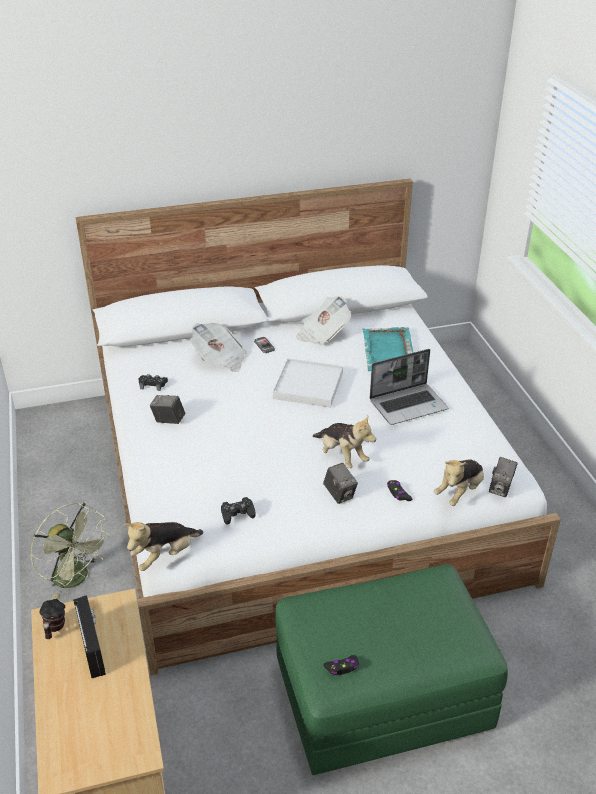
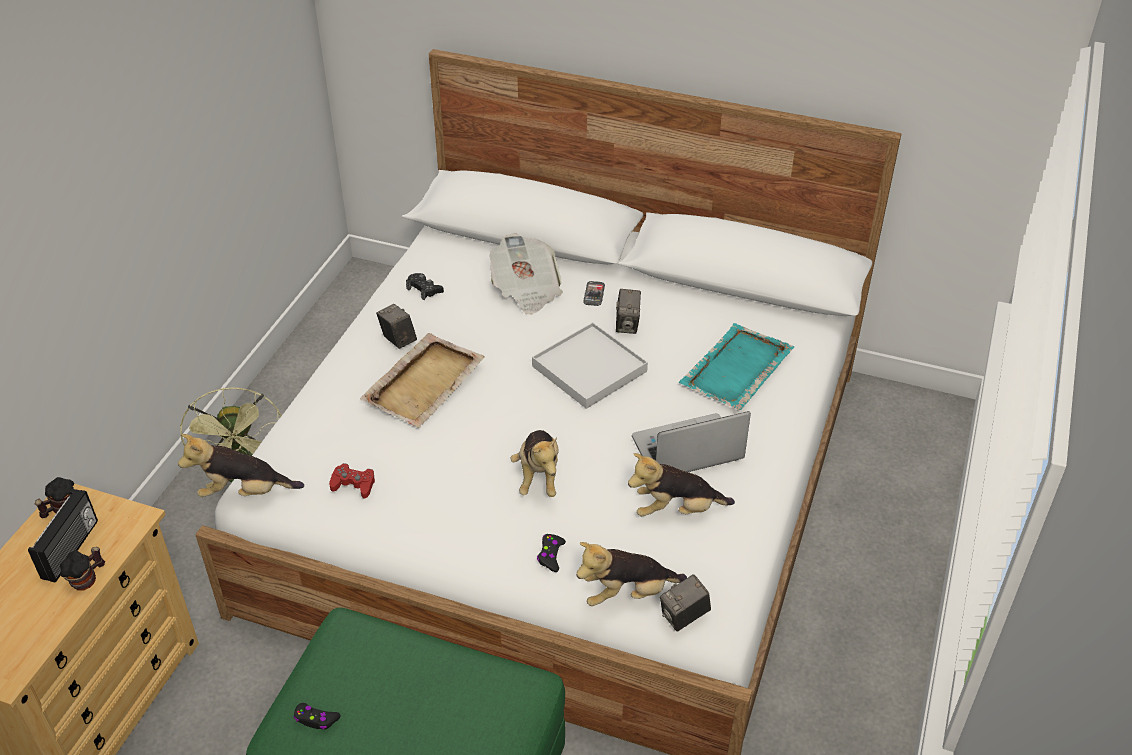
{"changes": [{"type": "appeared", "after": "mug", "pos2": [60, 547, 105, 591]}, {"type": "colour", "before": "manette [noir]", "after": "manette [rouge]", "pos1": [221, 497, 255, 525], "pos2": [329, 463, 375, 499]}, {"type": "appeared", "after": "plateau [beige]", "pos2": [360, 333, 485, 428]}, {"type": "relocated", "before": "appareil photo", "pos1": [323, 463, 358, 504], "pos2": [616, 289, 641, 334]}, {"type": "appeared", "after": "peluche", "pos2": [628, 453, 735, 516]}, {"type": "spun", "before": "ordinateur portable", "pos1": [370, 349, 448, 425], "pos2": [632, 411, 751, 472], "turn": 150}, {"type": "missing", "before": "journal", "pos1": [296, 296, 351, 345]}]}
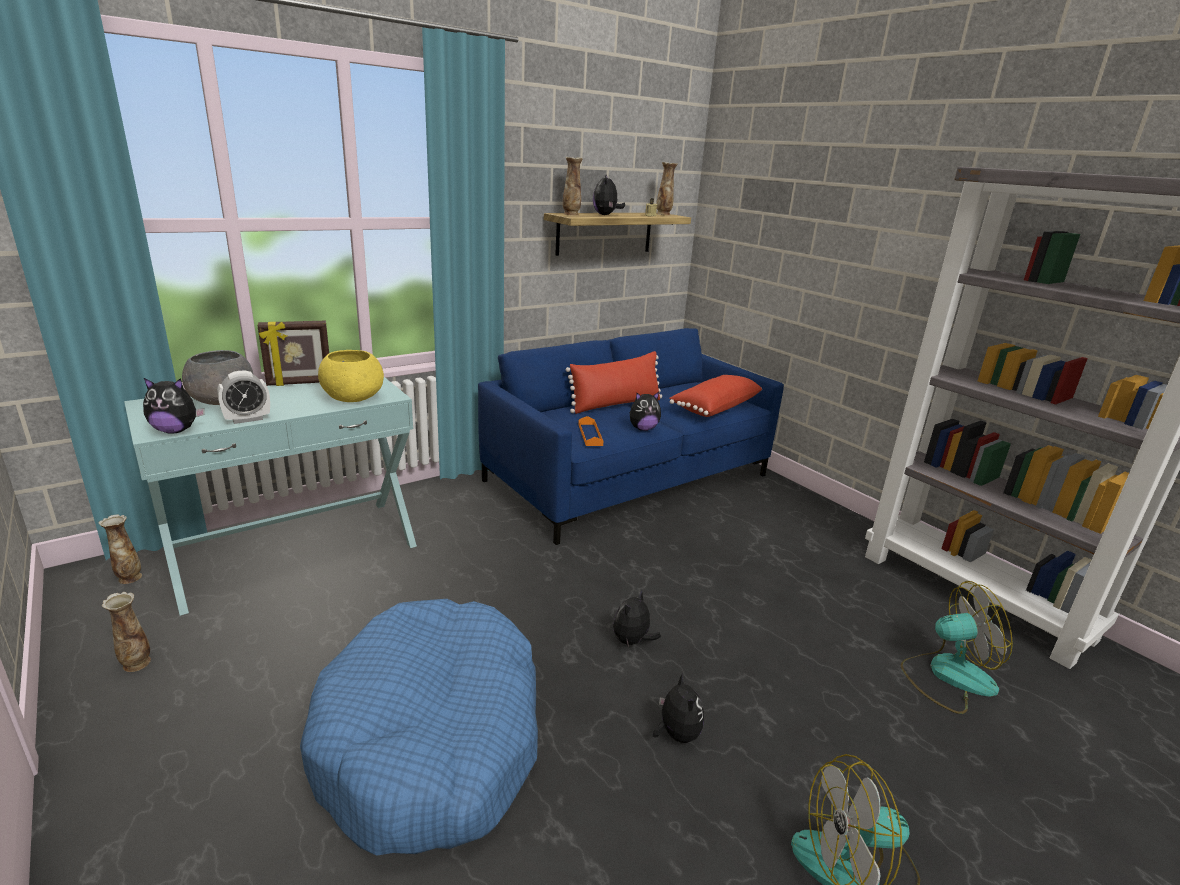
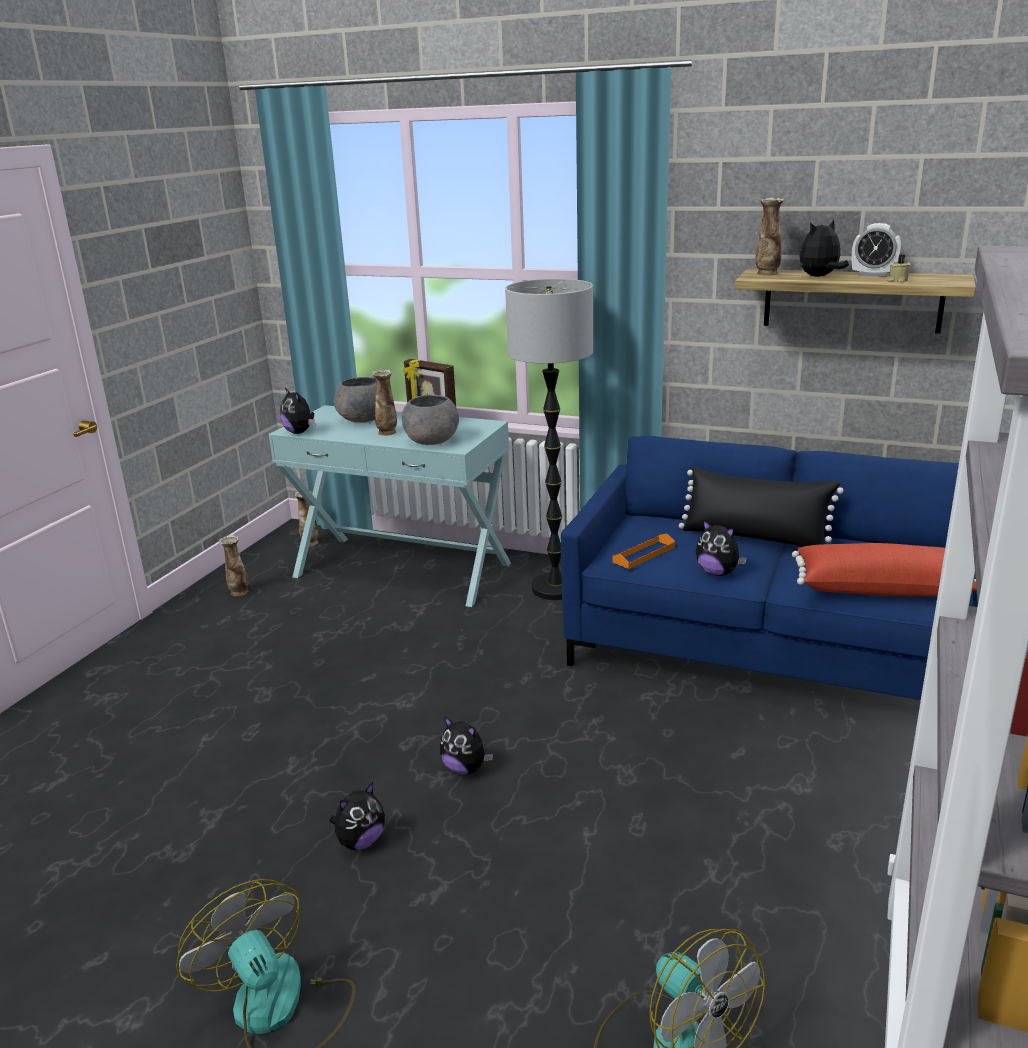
{"changes": [{"type": "relocated", "before": "vase", "pos1": [656, 162, 678, 215], "pos2": [372, 370, 397, 436]}, {"type": "colour", "before": "bol [jaune]", "after": "bol [gris]", "pos1": [318, 350, 384, 402], "pos2": [402, 395, 459, 445]}, {"type": "spun", "before": "peluche", "pos1": [613, 590, 661, 647], "pos2": [440, 716, 493, 775], "turn": -150}, {"type": "appeared", "after": "lampadaire", "pos2": [505, 279, 593, 600]}, {"type": "colour", "before": "coussin [rouge]", "after": "coussin [noir]", "pos1": [566, 351, 662, 414], "pos2": [678, 466, 844, 547]}, {"type": "relocated", "before": "réveil", "pos1": [217, 370, 270, 424], "pos2": [852, 223, 901, 277]}, {"type": "missing", "before": "panier pour chien [bleu]", "pos1": [300, 599, 538, 856]}]}
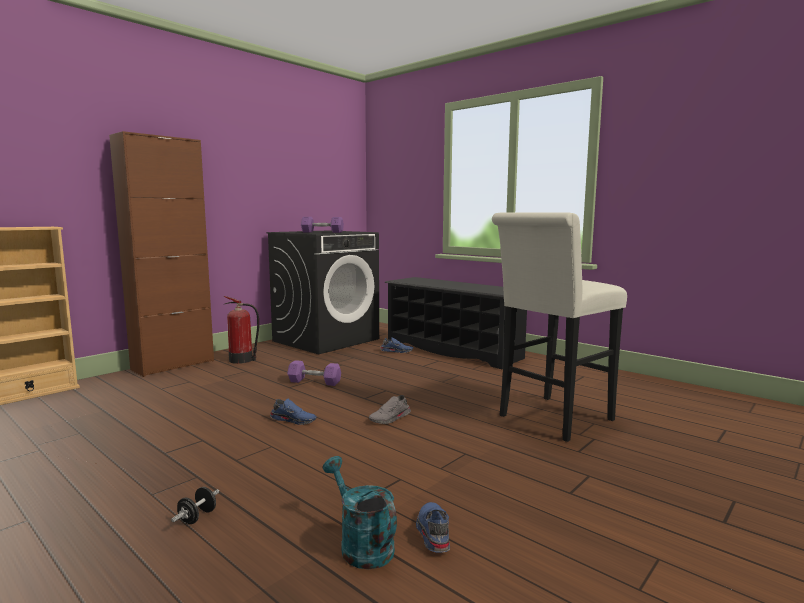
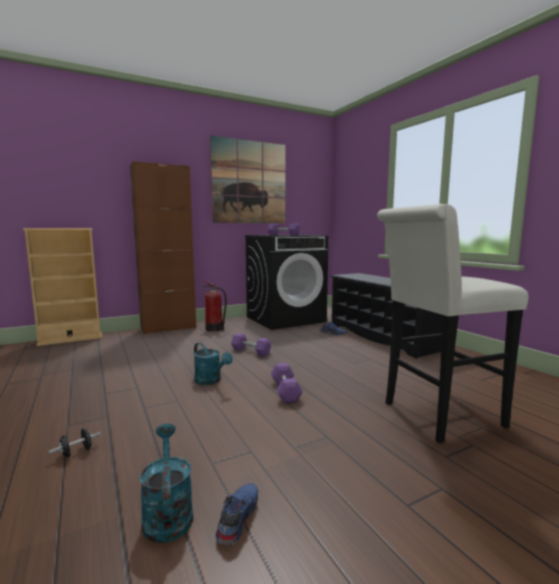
{"changes": [{"type": "exchanged", "before": "chaussure [bleu]", "after": "arrosoir [turquoise]", "pos1": [270, 399, 317, 425], "pos2": [194, 343, 233, 385]}, {"type": "appeared", "after": "tableau", "pos2": [210, 135, 286, 223]}, {"type": "exchanged", "before": "chaussure [gris]", "after": "haltère [violet]", "pos1": [369, 395, 411, 424], "pos2": [271, 363, 303, 403]}]}
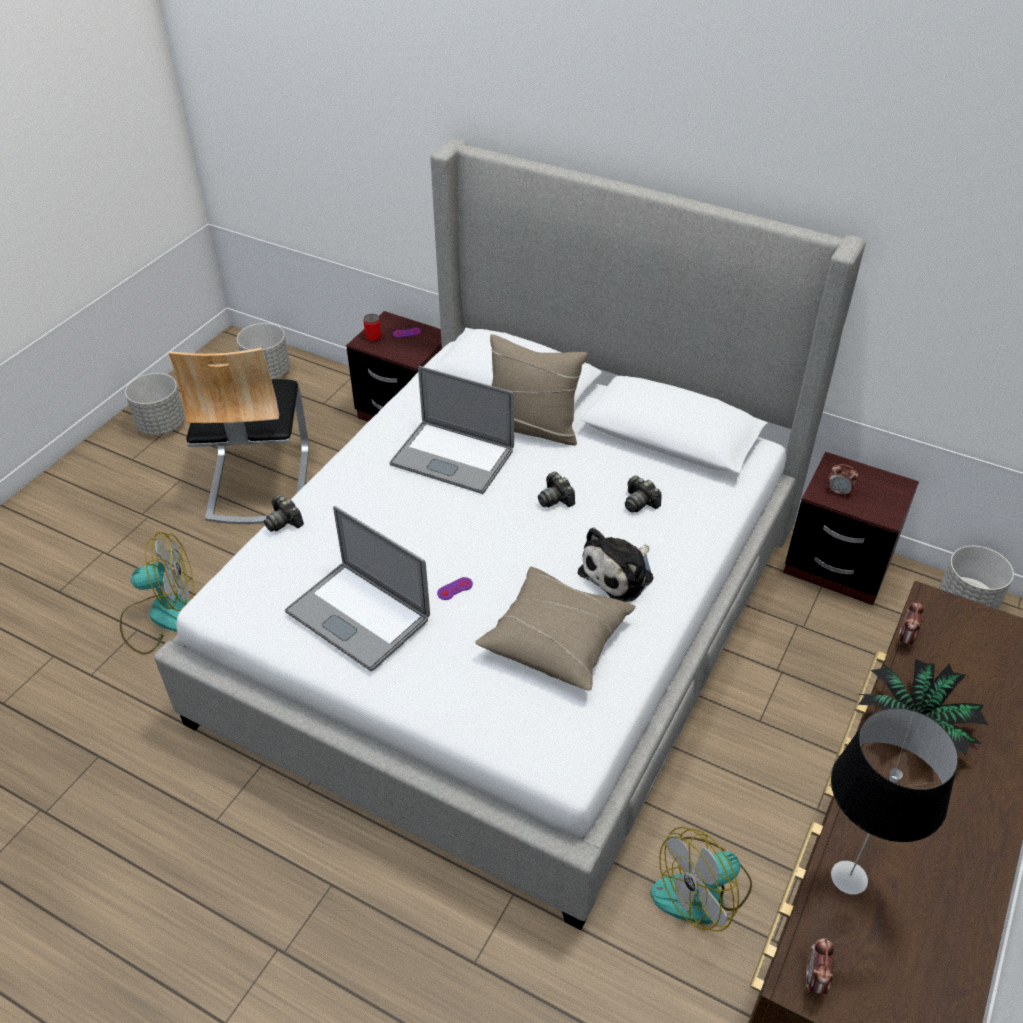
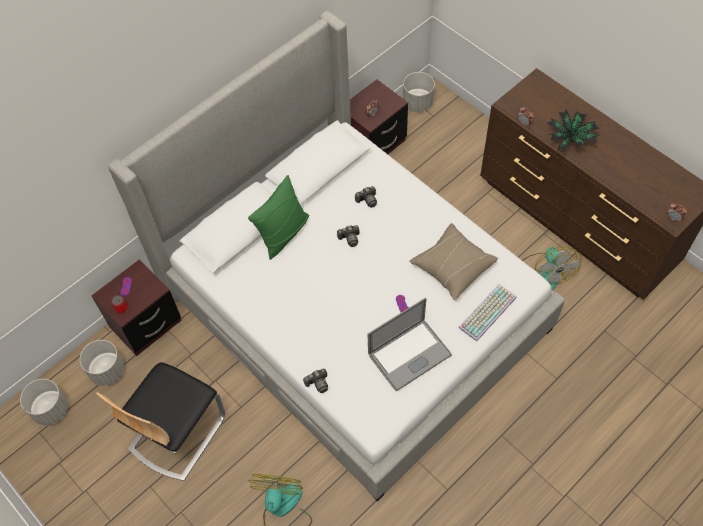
{"changes": [{"type": "relocated", "before": "cache-pot [gris]", "pos1": [125, 373, 185, 435], "pos2": [80, 340, 124, 386]}, {"type": "spun", "before": "chaise", "pos1": [169, 348, 309, 524], "pos2": [96, 362, 225, 481], "turn": 105}, {"type": "colour", "before": "coussin [beige]", "after": "coussin [vert]", "pos1": [490, 334, 588, 445], "pos2": [248, 175, 309, 260]}, {"type": "appeared", "after": "clavier", "pos2": [459, 284, 517, 341]}, {"type": "missing", "before": "ordinateur portable", "pos1": [390, 366, 514, 494]}, {"type": "missing", "before": "peluche", "pos1": [578, 528, 653, 602]}, {"type": "missing", "before": "lampe de table", "pos1": [831, 708, 958, 895]}]}
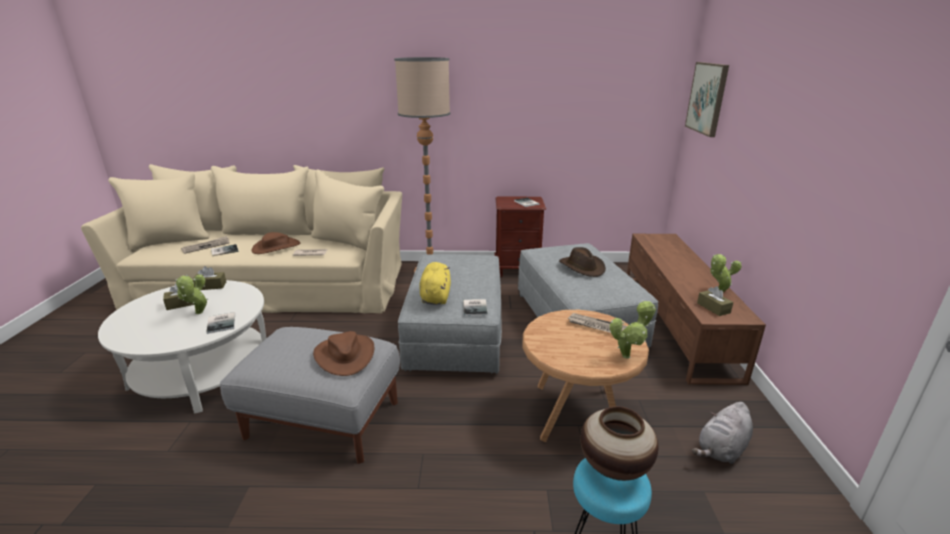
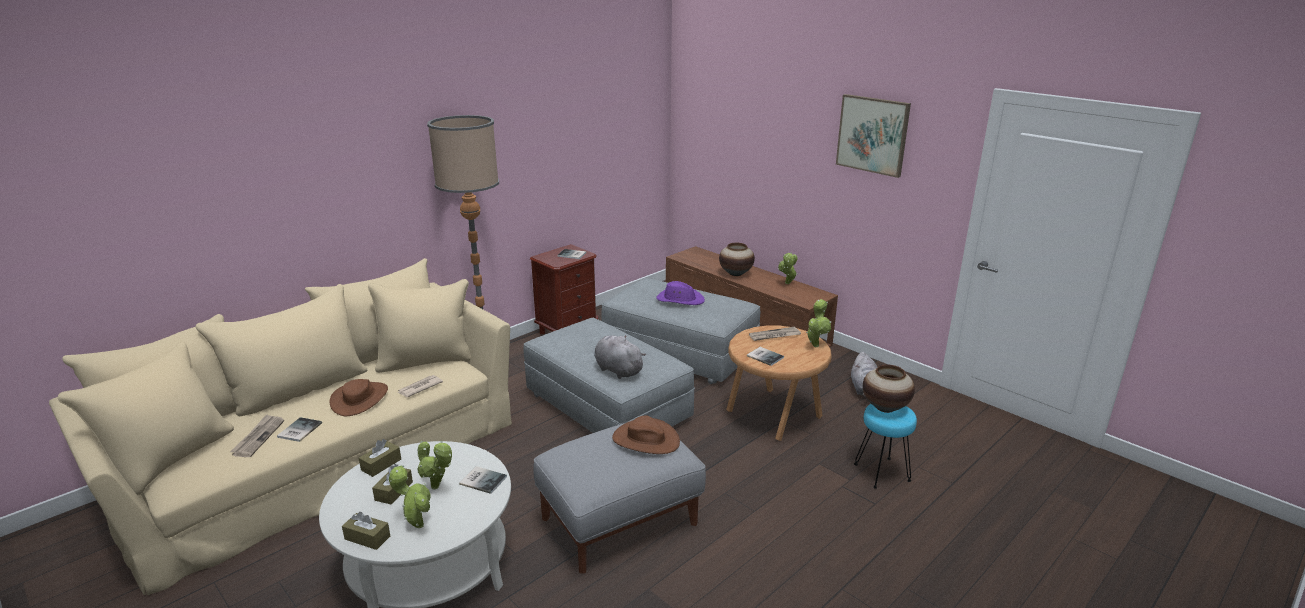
{"changes": [{"type": "relocated", "before": "boîte à mouchoirs [marron]", "pos1": [697, 286, 733, 316], "pos2": [342, 512, 390, 550]}, {"type": "appeared", "after": "plante en pot", "pos2": [389, 465, 431, 528]}, {"type": "colour", "before": "peluche [jaune]", "after": "peluche [gris]", "pos1": [419, 262, 451, 305], "pos2": [594, 335, 646, 379]}, {"type": "colour", "before": "chapeau [marron]", "after": "chapeau [violet]", "pos1": [559, 247, 606, 277], "pos2": [656, 281, 705, 305]}, {"type": "appeared", "after": "vase", "pos2": [719, 243, 755, 276]}, {"type": "relocated", "before": "livre", "pos1": [463, 299, 488, 316], "pos2": [747, 347, 784, 366]}, {"type": "relocated", "before": "tableau", "pos1": [685, 62, 729, 137], "pos2": [836, 94, 911, 178]}]}
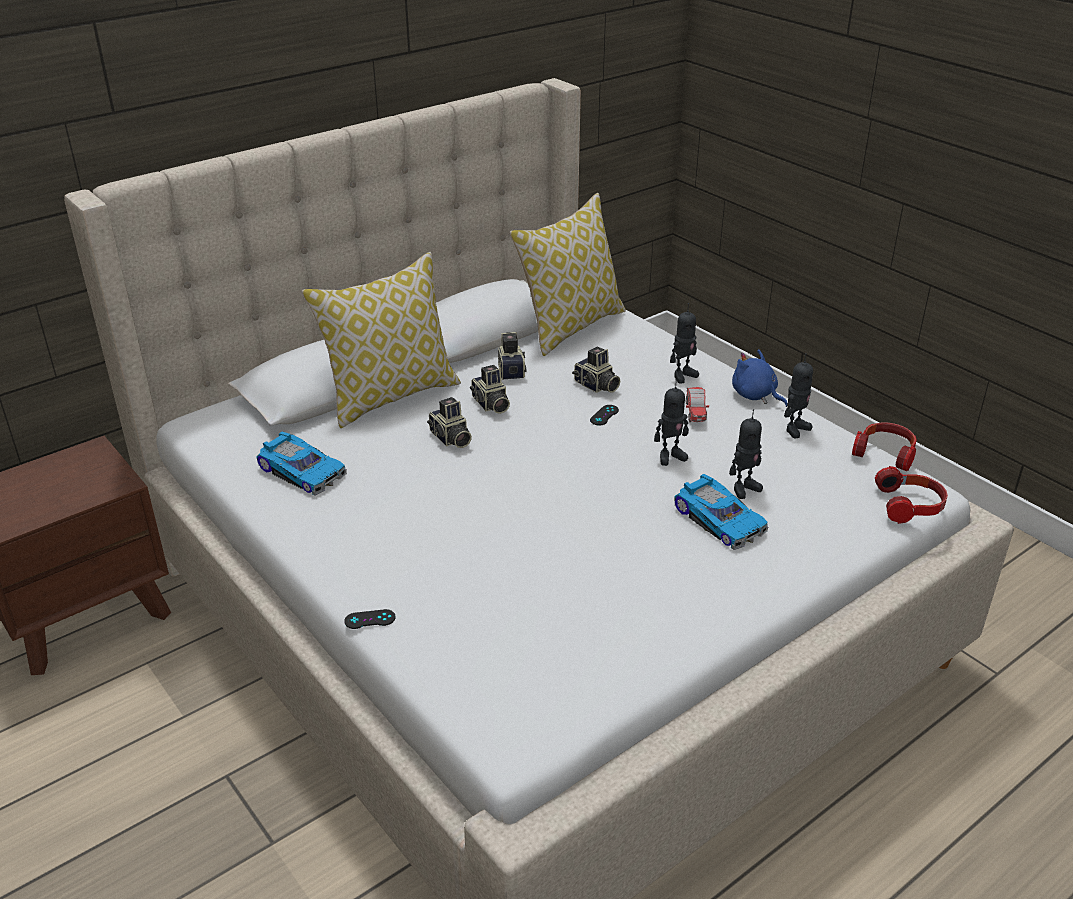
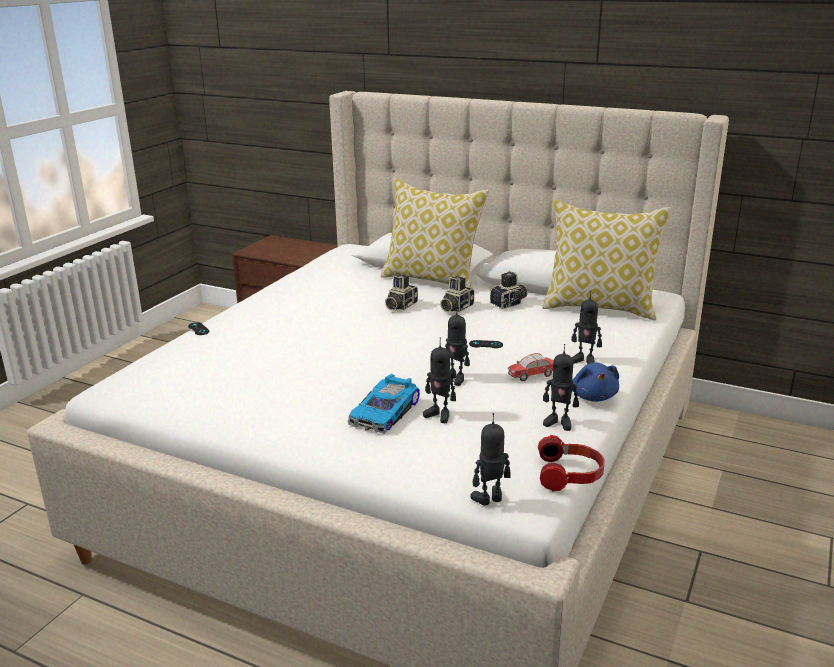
{"changes": [{"type": "exchanged", "before": "casque audio", "after": "robot jouet", "pos1": [875, 466, 948, 524], "pos2": [471, 413, 511, 506]}, {"type": "spun", "before": "peluche [bleu]", "pos1": [732, 349, 788, 407], "pos2": [572, 363, 619, 402], "turn": 150}, {"type": "missing", "before": "petite voiture", "pos1": [257, 432, 347, 496]}, {"type": "missing", "before": "appareil photo", "pos1": [572, 347, 620, 393]}]}
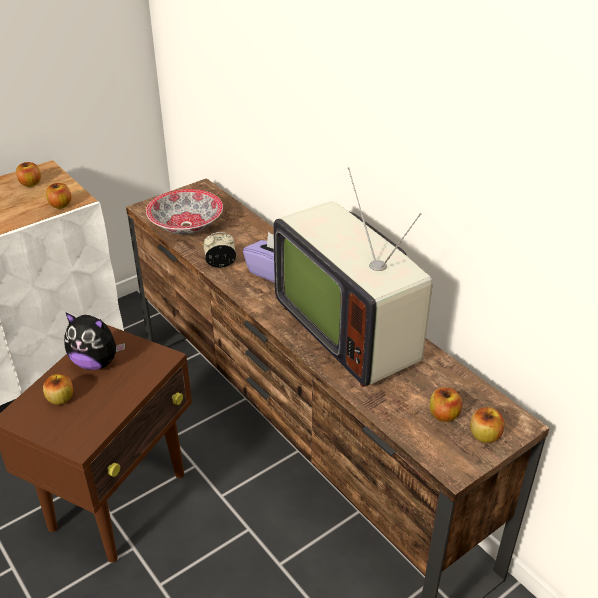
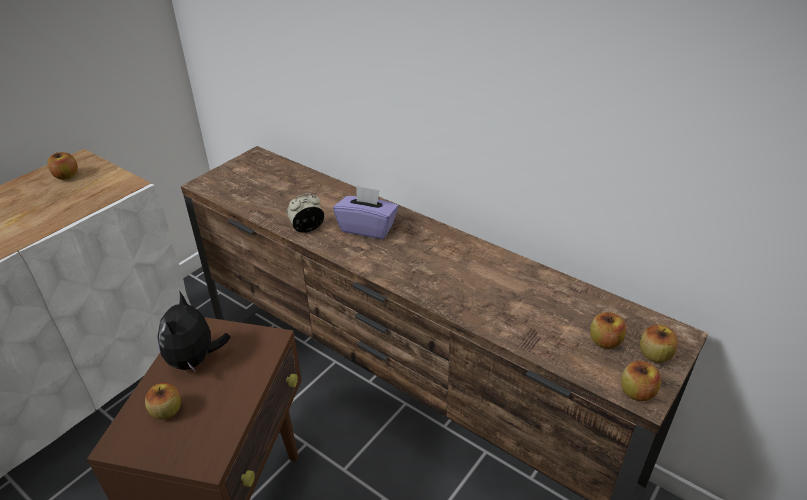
{"changes": [{"type": "spun", "before": "peluche", "pos1": [64, 312, 125, 370], "pos2": [157, 291, 231, 372], "turn": 90}, {"type": "relocated", "before": "pomme", "pos1": [46, 183, 71, 209], "pos2": [621, 361, 661, 401]}, {"type": "missing", "before": "bol", "pos1": [146, 189, 223, 234]}, {"type": "missing", "before": "téléviseur", "pos1": [273, 167, 433, 387]}]}
